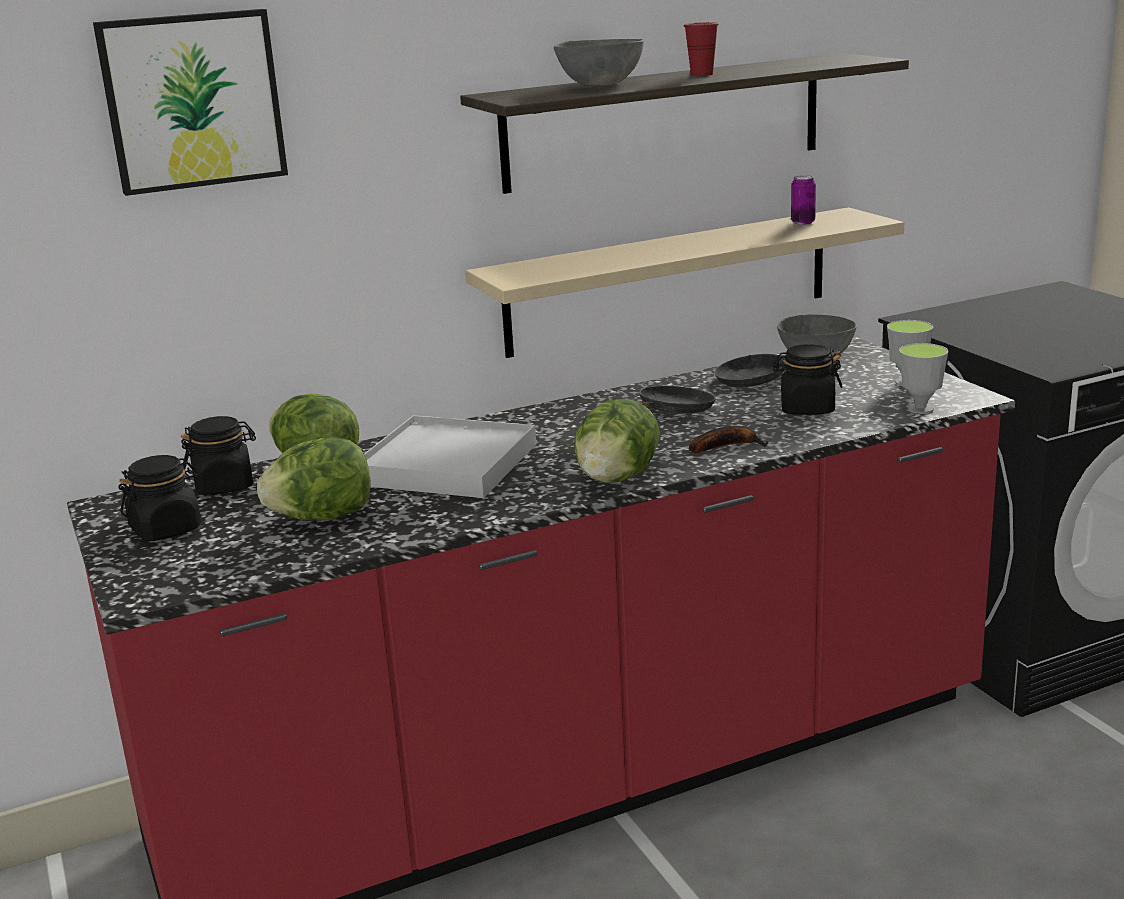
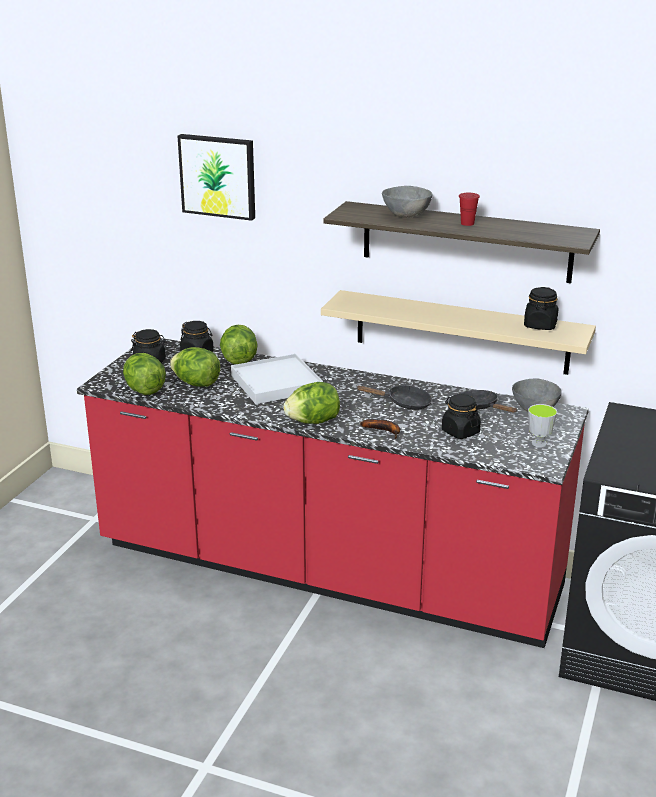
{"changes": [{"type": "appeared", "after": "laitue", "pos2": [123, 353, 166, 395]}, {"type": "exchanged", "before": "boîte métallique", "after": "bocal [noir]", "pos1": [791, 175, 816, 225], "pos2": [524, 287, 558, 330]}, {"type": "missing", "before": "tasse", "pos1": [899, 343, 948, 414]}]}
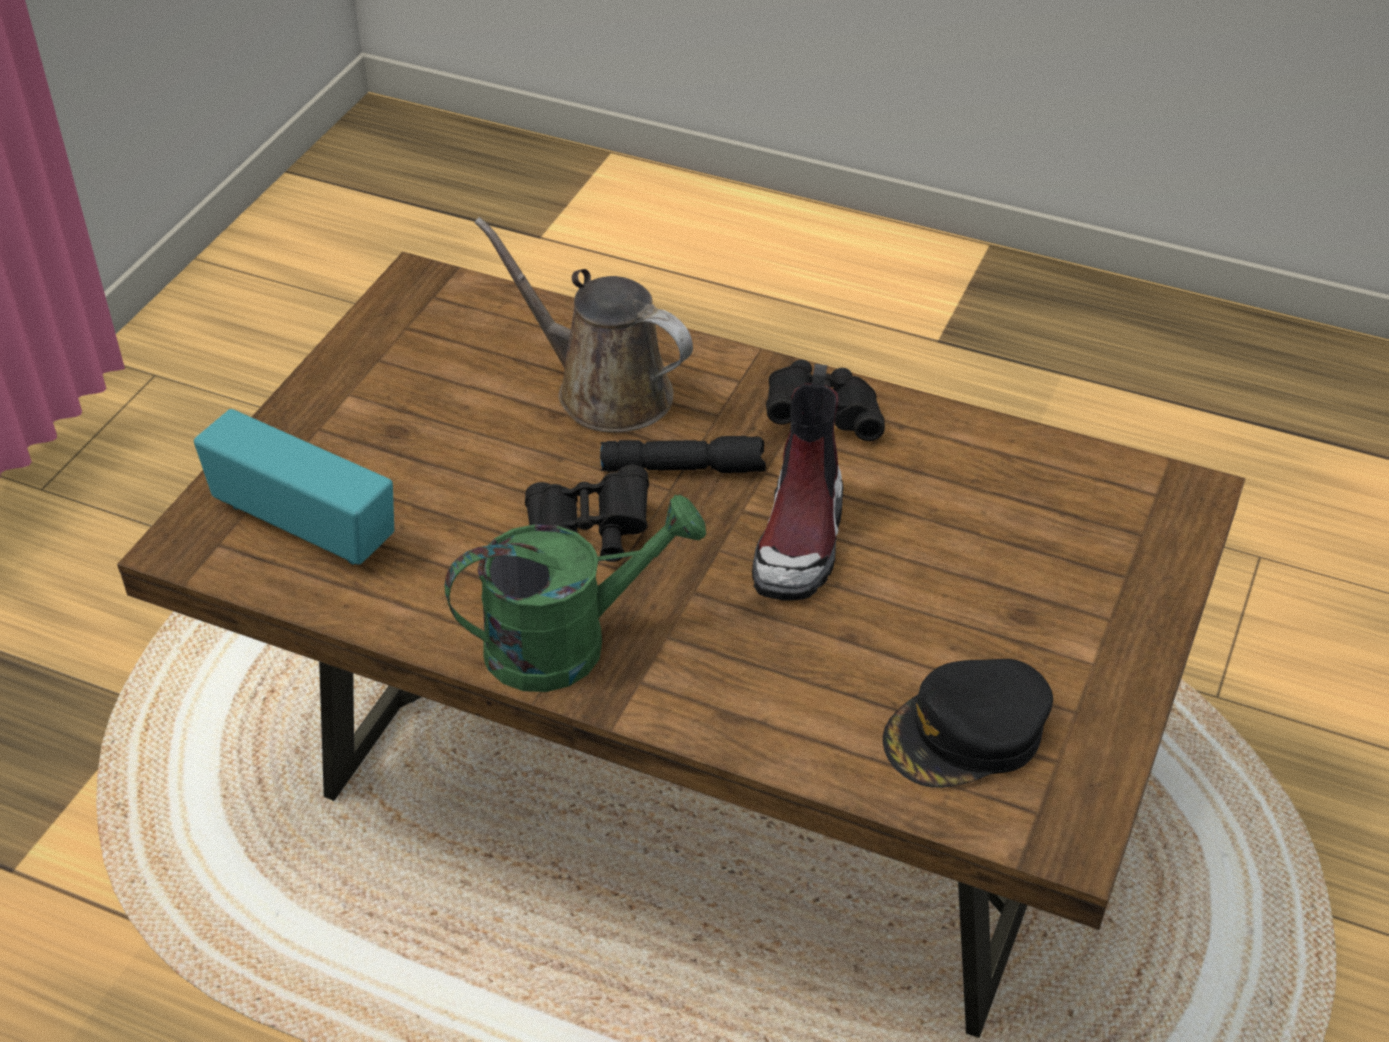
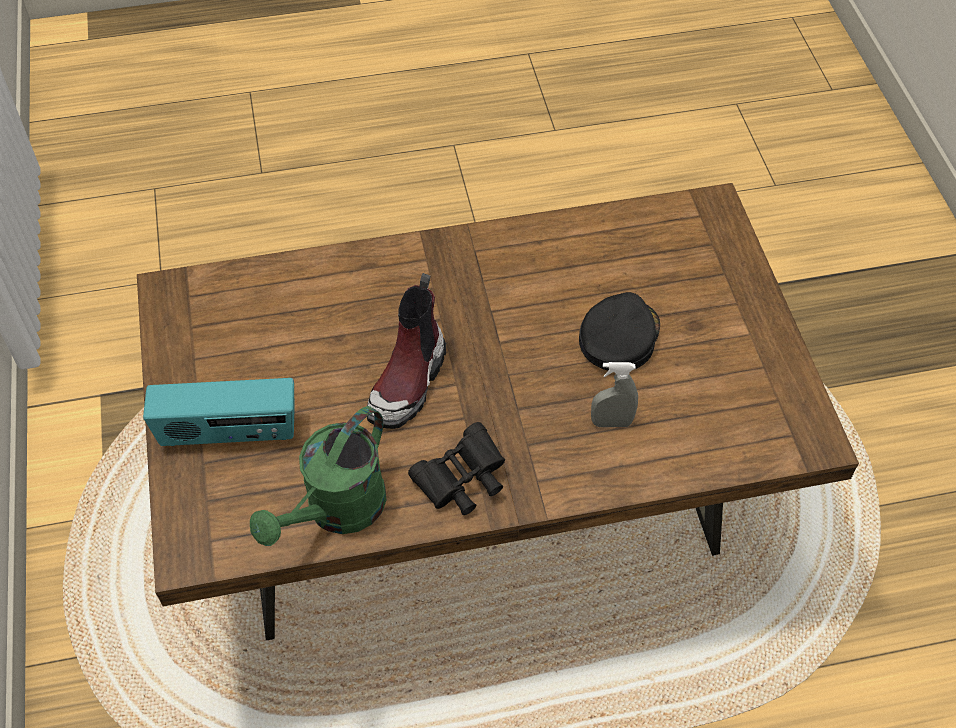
{"changes": [{"type": "relocated", "before": "radio", "pos1": [194, 409, 394, 565], "pos2": [143, 378, 295, 446]}, {"type": "relocated", "before": "arrosoir [vert]", "pos1": [445, 494, 706, 692], "pos2": [250, 406, 386, 546]}, {"type": "spun", "before": "botte", "pos1": [752, 364, 843, 600], "pos2": [367, 273, 446, 429], "turn": -135}, {"type": "relocated", "before": "casquette [noir]", "pos1": [883, 659, 1053, 788], "pos2": [579, 292, 660, 371]}, {"type": "exchanged", "before": "arrosoir [marron]", "after": "vaporisateur [gris]", "pos1": [474, 217, 693, 432], "pos2": [591, 362, 638, 427]}, {"type": "missing", "before": "jumelles [noir]", "pos1": [525, 465, 649, 562]}, {"type": "missing", "before": "lampe de poche [noir]", "pos1": [600, 436, 766, 473]}]}
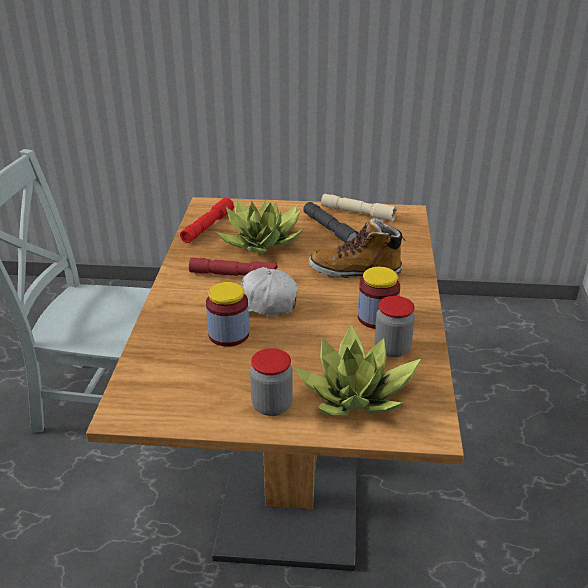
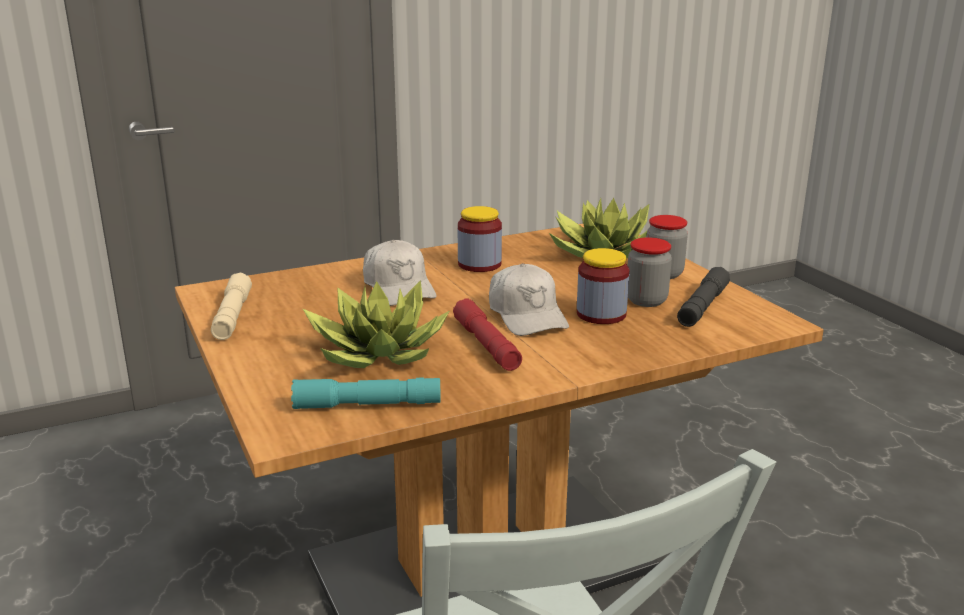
{"changes": [{"type": "colour", "before": "lampe de poche [rouge]", "after": "lampe de poche [turquoise]", "pos1": [180, 198, 234, 243], "pos2": [291, 377, 441, 409]}, {"type": "exchanged", "before": "botte", "after": "casquette [blanc]", "pos1": [309, 218, 406, 278], "pos2": [363, 240, 437, 306]}, {"type": "relocated", "before": "bocal", "pos1": [375, 296, 415, 357], "pos2": [628, 237, 672, 307]}, {"type": "relocated", "before": "lampe de poche [gris]", "pos1": [303, 202, 359, 243], "pos2": [677, 267, 730, 327]}]}
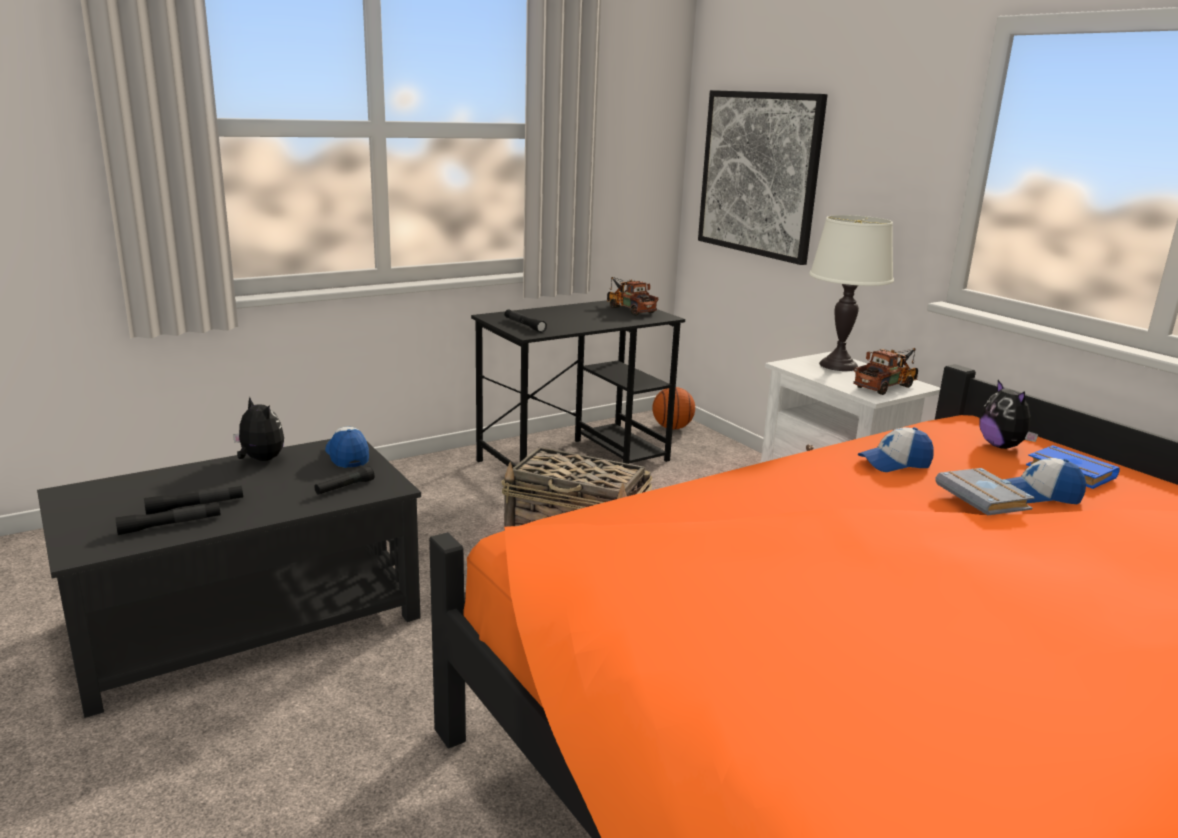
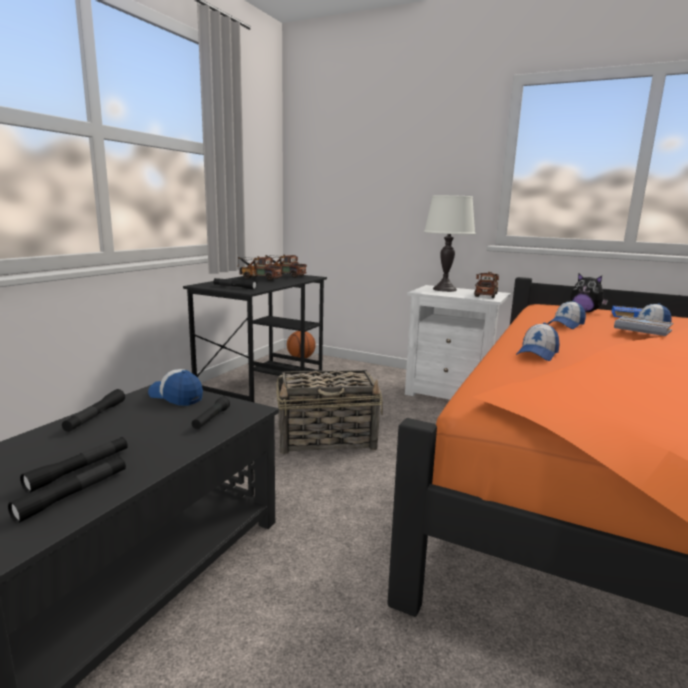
{"changes": [{"type": "exchanged", "before": "peluche", "after": "lampe de poche [noir]", "pos1": [233, 397, 284, 461], "pos2": [62, 389, 125, 432]}, {"type": "appeared", "after": "camion jouet", "pos2": [237, 256, 282, 281]}, {"type": "appeared", "after": "casquette", "pos2": [516, 323, 560, 361]}, {"type": "missing", "before": "tableau", "pos1": [698, 90, 827, 265]}]}
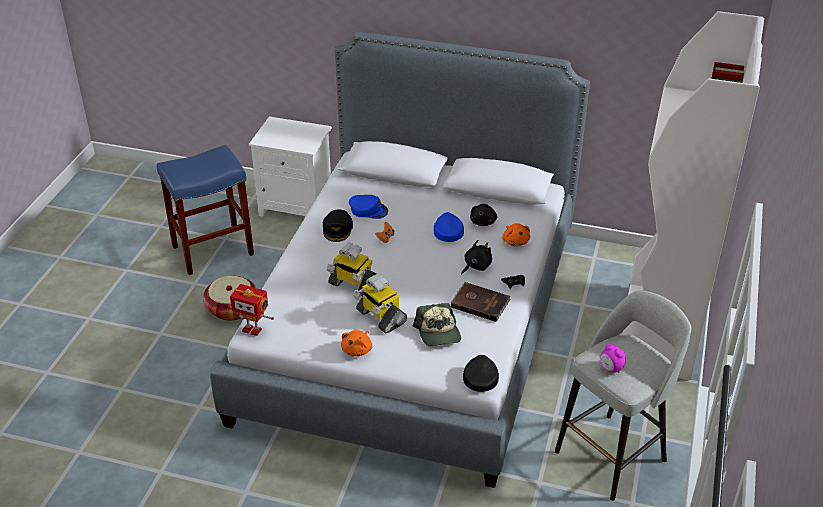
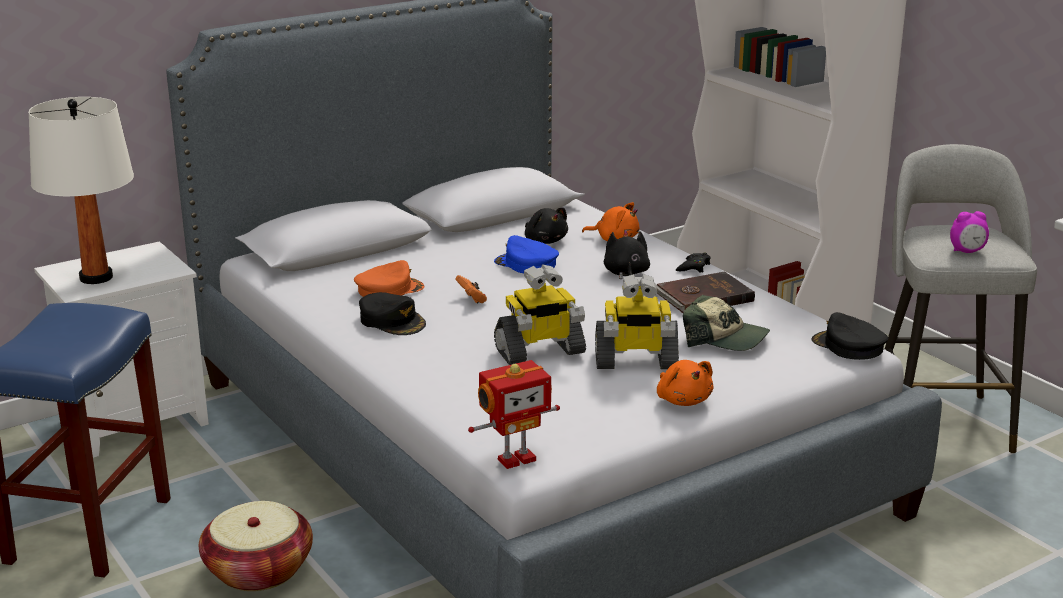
{"changes": [{"type": "appeared", "after": "lampe de table [blanc]", "pos2": [29, 97, 134, 284]}, {"type": "colour", "before": "casquette [bleu]", "after": "casquette [orange]", "pos1": [349, 195, 388, 219], "pos2": [354, 260, 425, 297]}]}
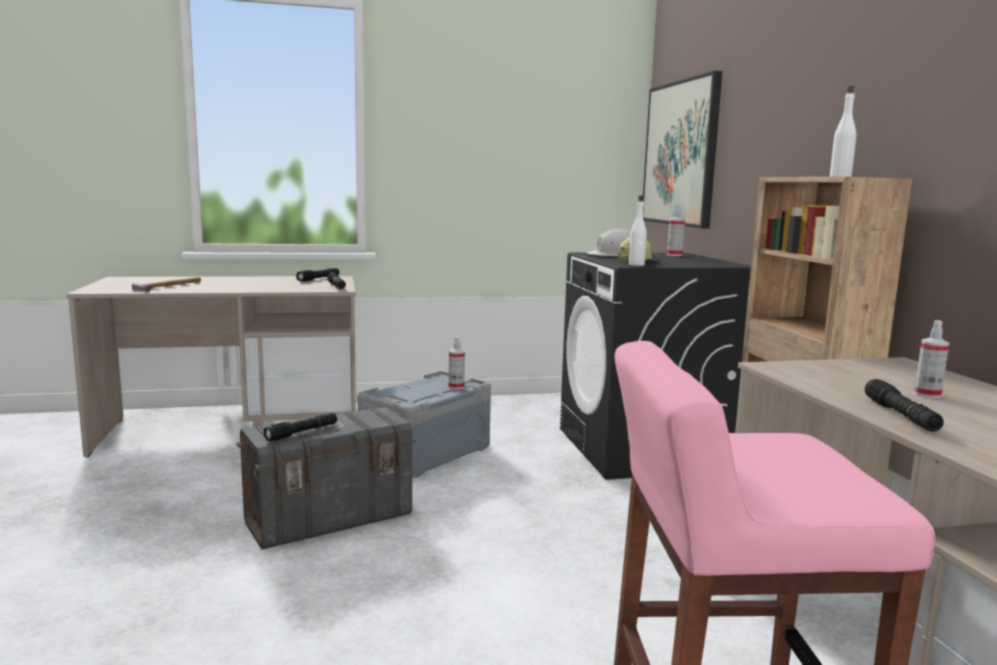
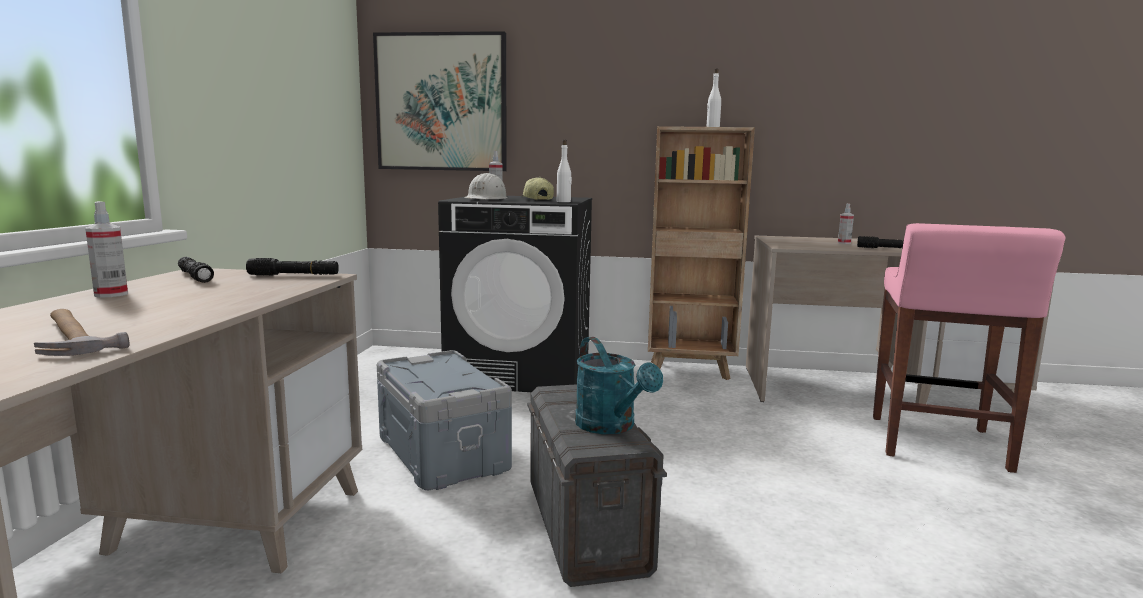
{"changes": [{"type": "relocated", "before": "vaporisateur", "pos1": [449, 336, 465, 390], "pos2": [85, 201, 128, 298]}, {"type": "exchanged", "before": "lampe de poche [noir]", "after": "arrosoir [turquoise]", "pos1": [264, 412, 337, 441], "pos2": [575, 337, 663, 434]}]}
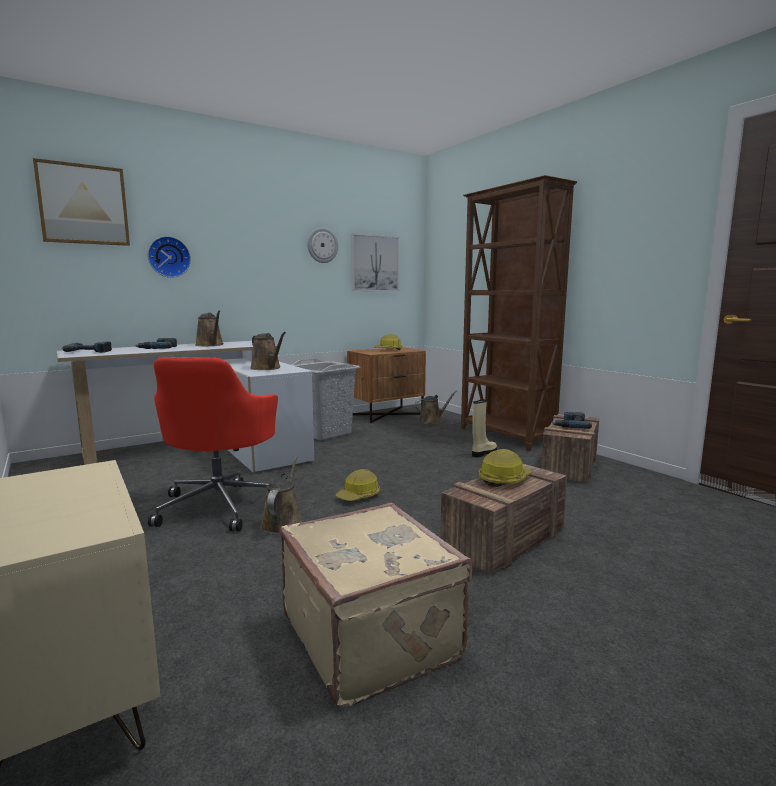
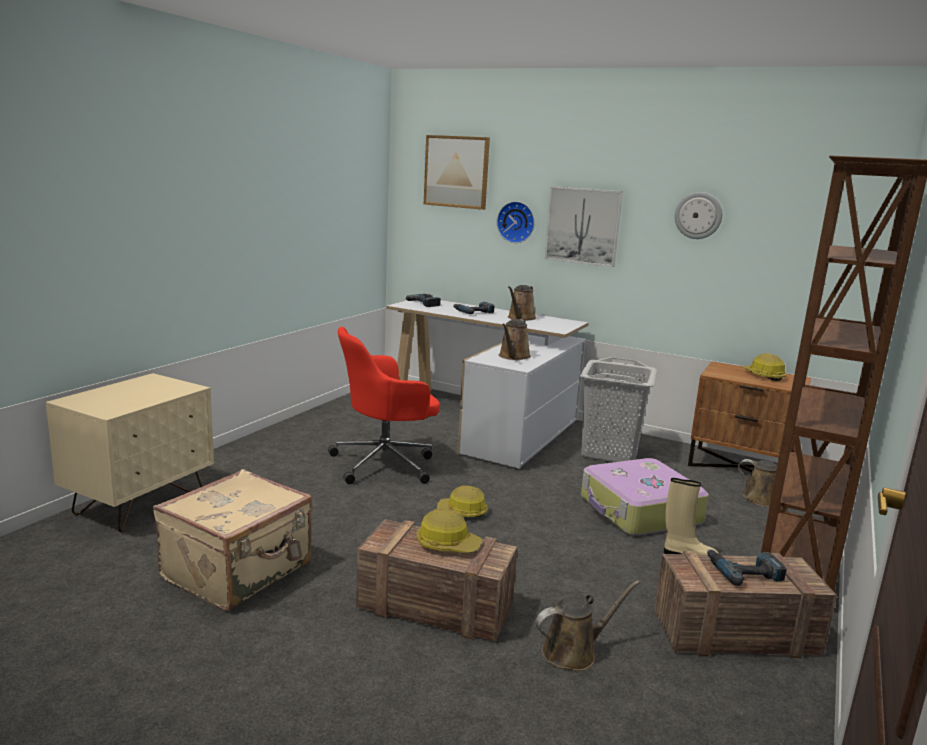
{"changes": [{"type": "relocated", "before": "arrosoir [marron]", "pos1": [260, 456, 302, 534], "pos2": [535, 581, 640, 671]}, {"type": "relocated", "before": "tableau", "pos1": [351, 234, 399, 291], "pos2": [545, 187, 623, 267]}, {"type": "appeared", "after": "valise", "pos2": [581, 458, 709, 536]}]}
